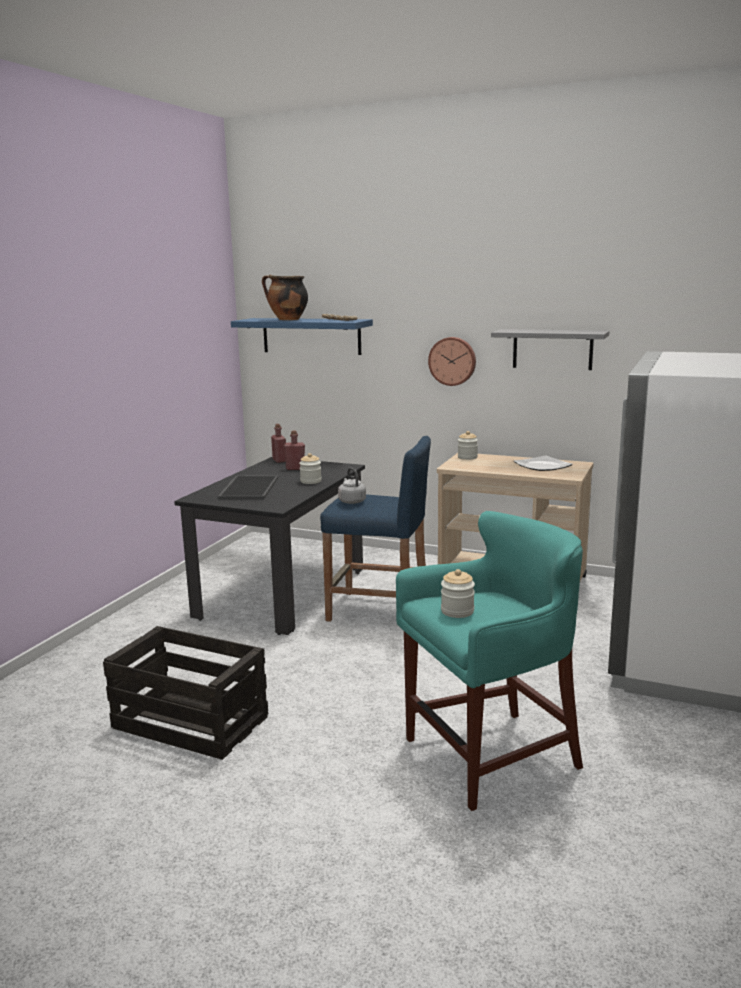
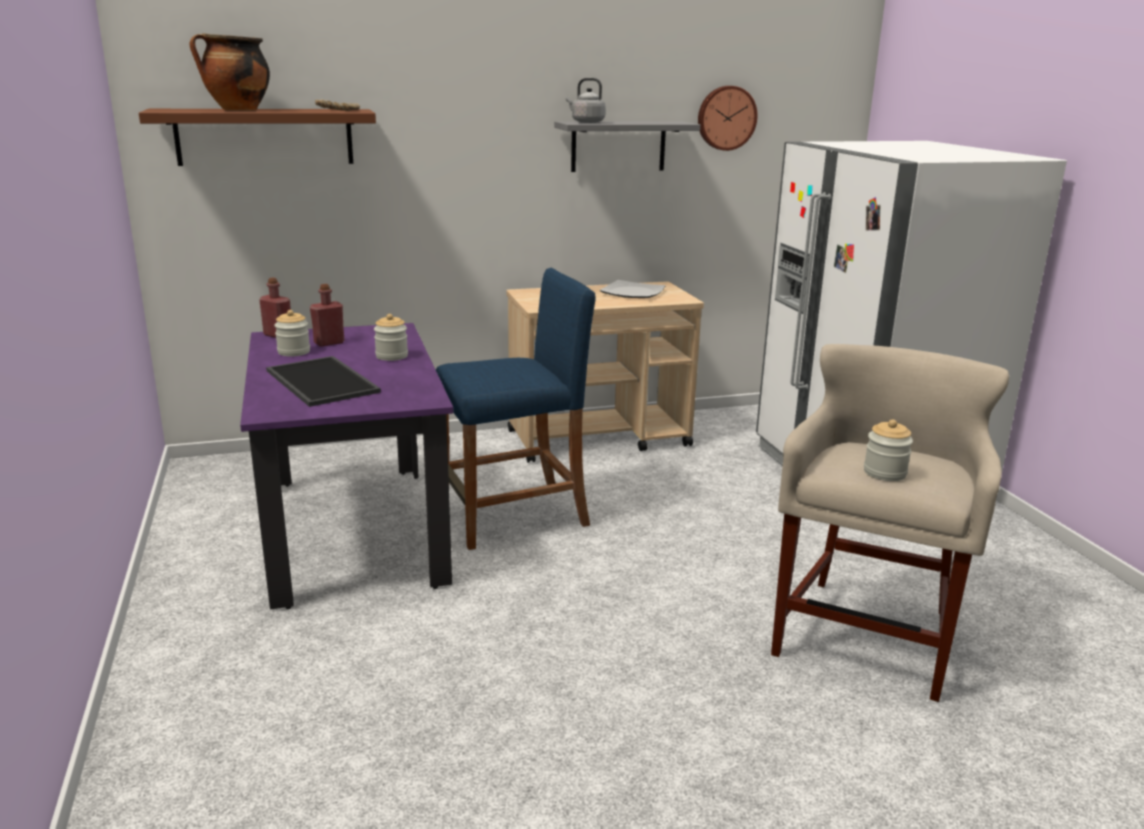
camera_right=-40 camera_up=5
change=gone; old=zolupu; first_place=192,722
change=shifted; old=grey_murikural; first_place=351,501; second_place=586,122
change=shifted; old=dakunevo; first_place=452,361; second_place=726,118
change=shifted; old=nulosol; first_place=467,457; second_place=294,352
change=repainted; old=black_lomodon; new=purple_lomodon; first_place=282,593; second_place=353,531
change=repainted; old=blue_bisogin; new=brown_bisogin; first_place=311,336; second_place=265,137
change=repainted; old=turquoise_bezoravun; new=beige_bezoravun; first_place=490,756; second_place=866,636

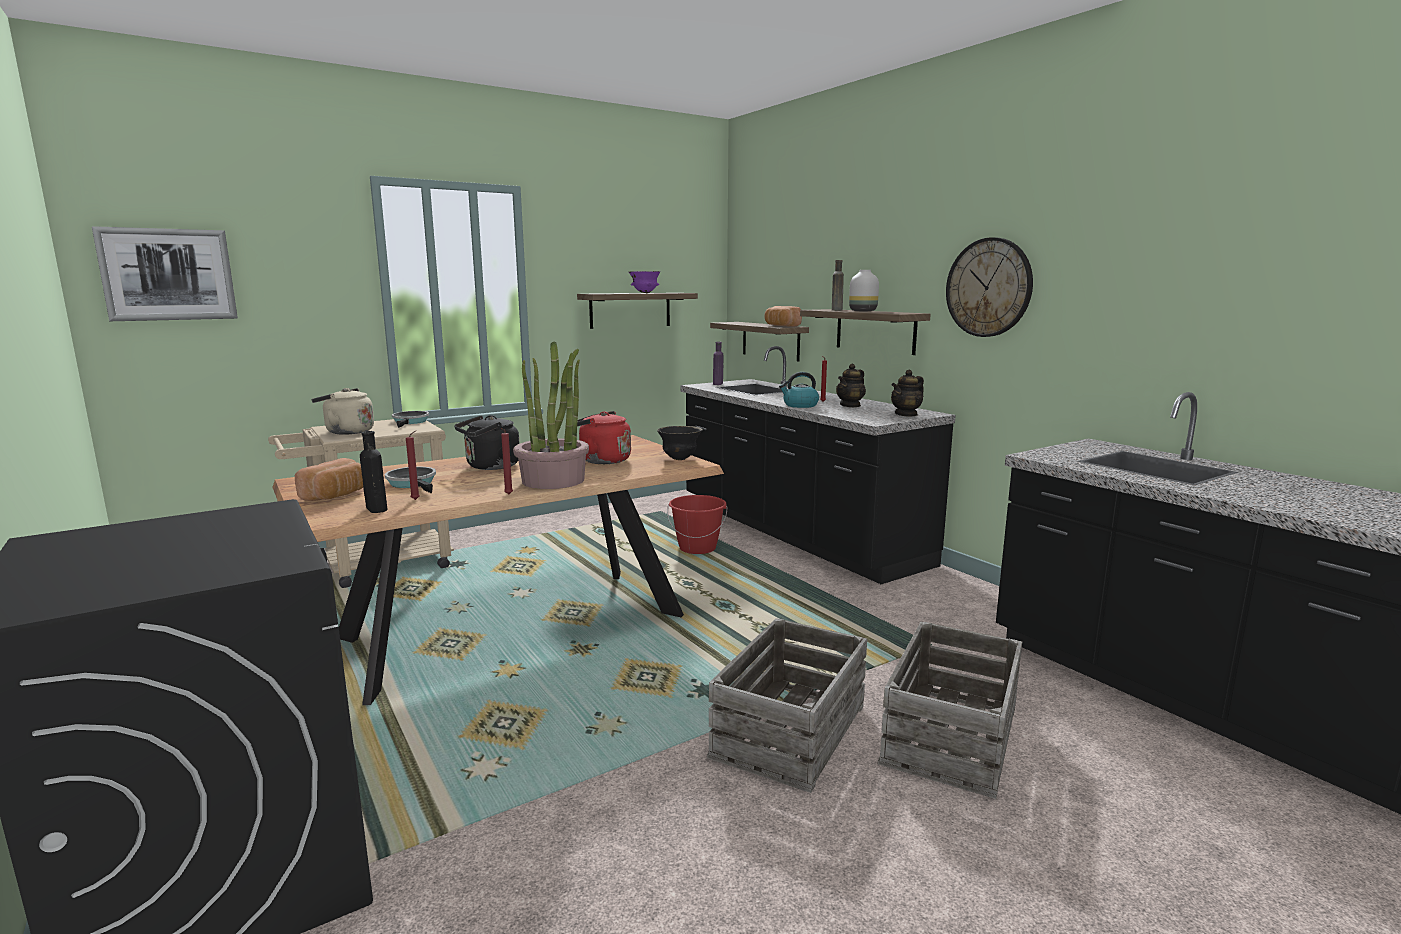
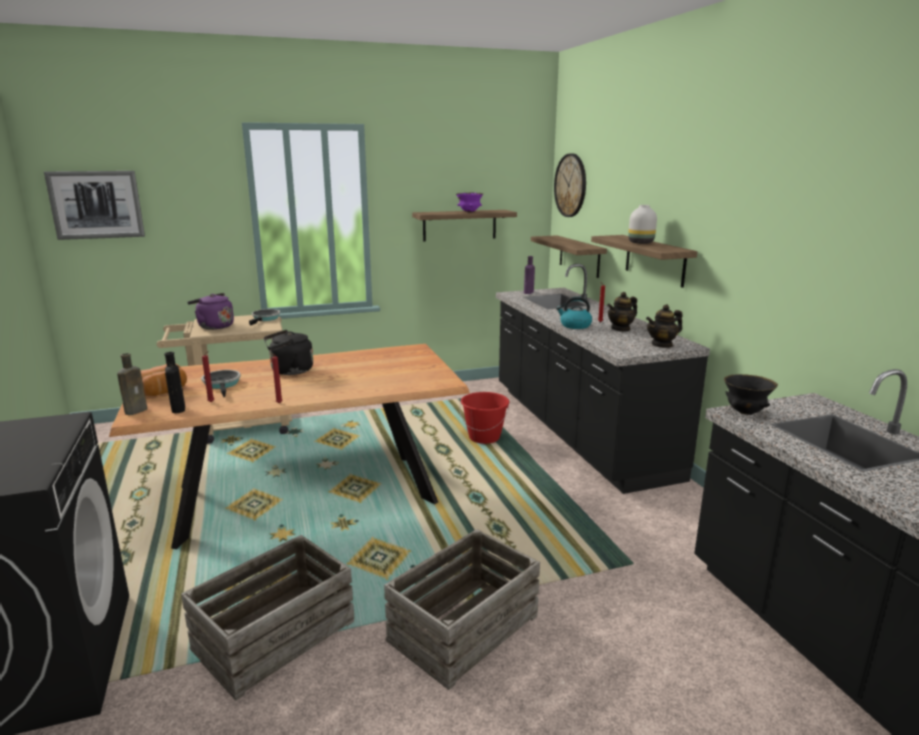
camera_right=15 camera_up=5
change=gone; old=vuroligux; first_place=553,481
change=gone; old=red_murikural; first_place=601,460
change=gone; old=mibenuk; first_place=781,326
change=shifted; old=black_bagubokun; first_place=680,459; second_place=745,412
change=shifted; old=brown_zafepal; first_place=837,310; second_place=137,410
change=shifted; old=zolupu; first_place=952,736; second_place=275,637
change=shifted; old=dakunevo; first_place=988,287; second_place=570,185
change=repainted; old=beige_murikural; new=purple_murikural; first_place=347,432; second_place=214,326

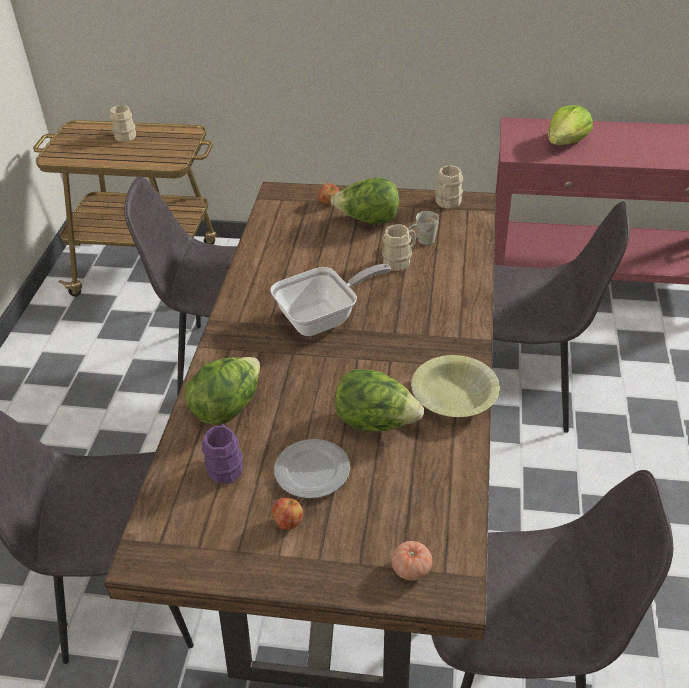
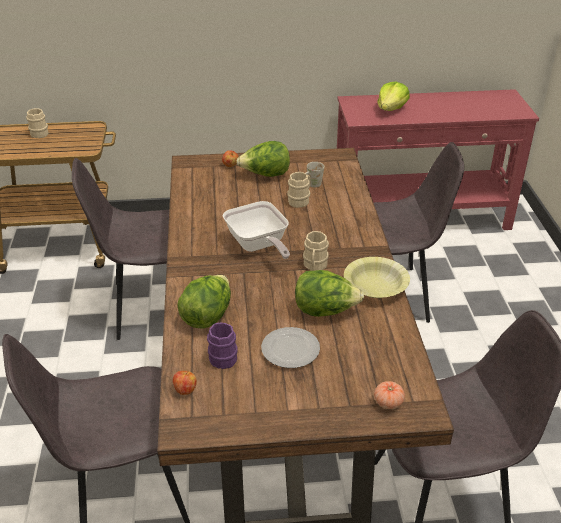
camera_right=-15 camera_up=-5
change=shifted; old=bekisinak; first_place=288,522; second_place=185,390
change=shifted; old=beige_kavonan; first_place=447,203; second_place=314,266
change=rotated; old=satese; first_place=324,318; second_place=258,246; degrees=105

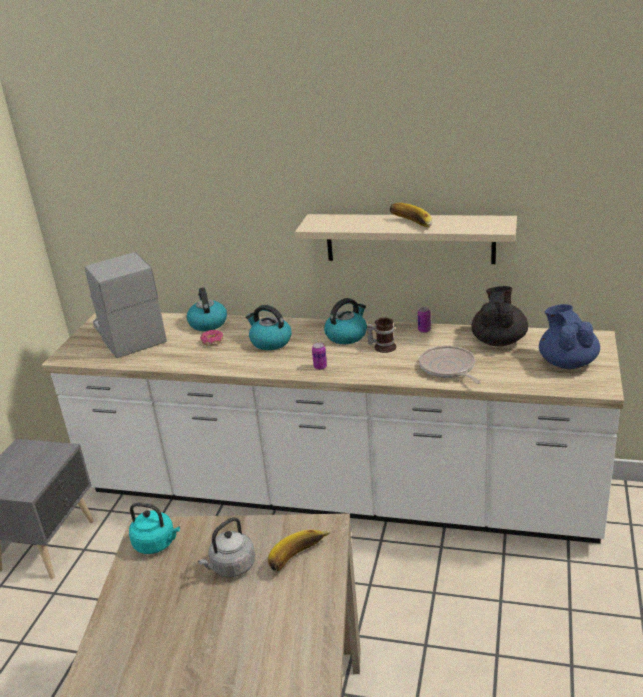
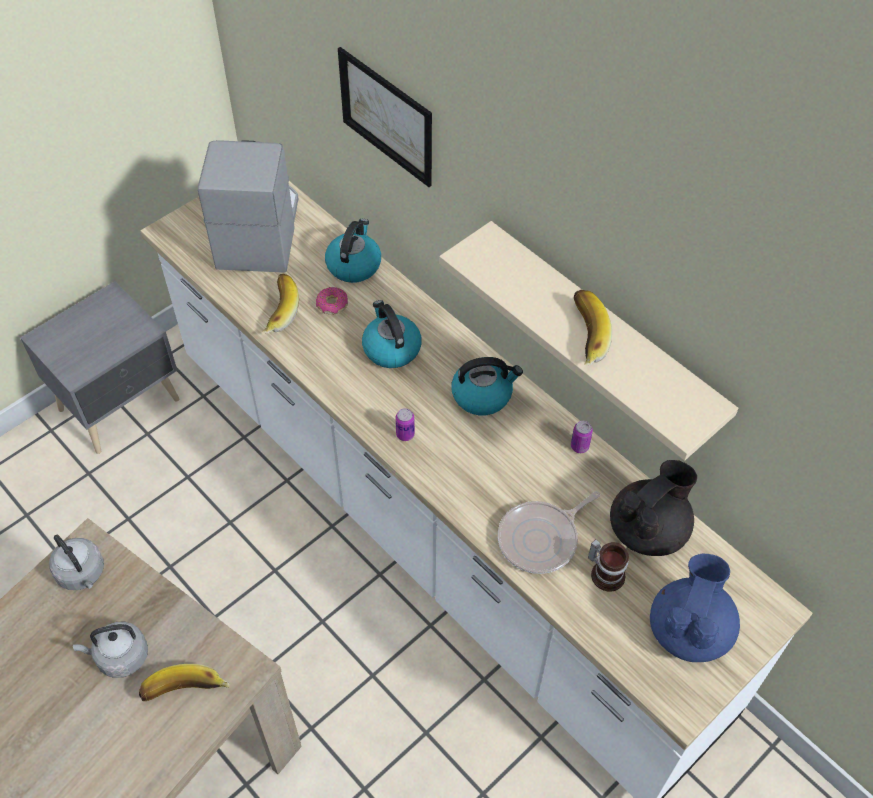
camera_right=30 camera_up=25
change=new; new=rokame; second_place=277,311
change=new; new=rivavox; second_place=386,116
change=shifted; old=kavonan; first_place=383,346; second_place=606,572
change=repainted; old=turquoise_murikural; new=grey_murikural; first_place=157,544; second_place=82,574
change=rotated; old=satese; first_place=448,368; second_place=541,539; degrees=-135

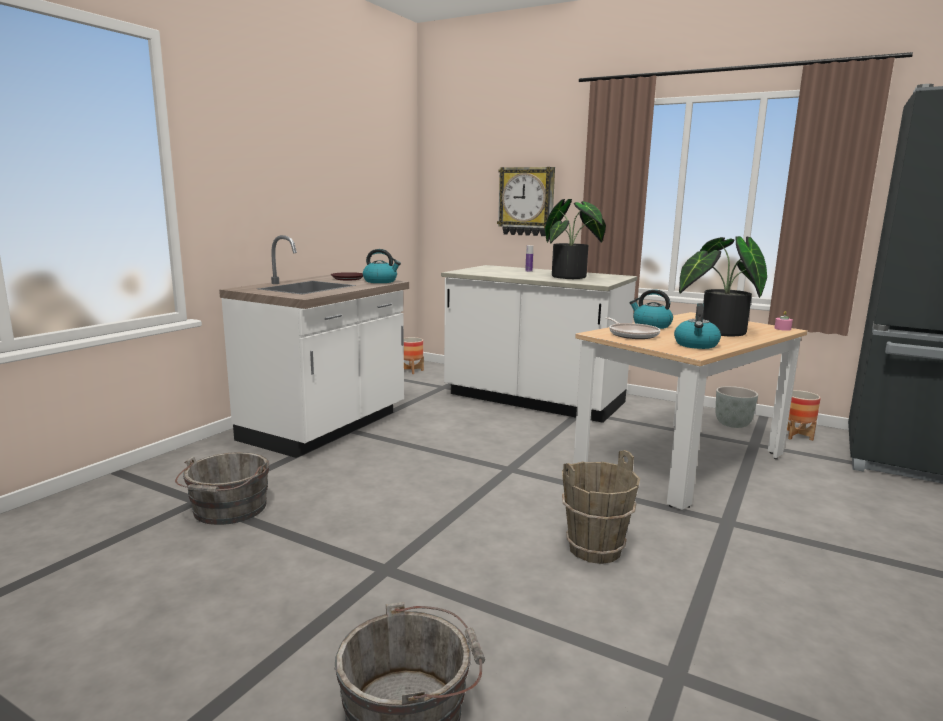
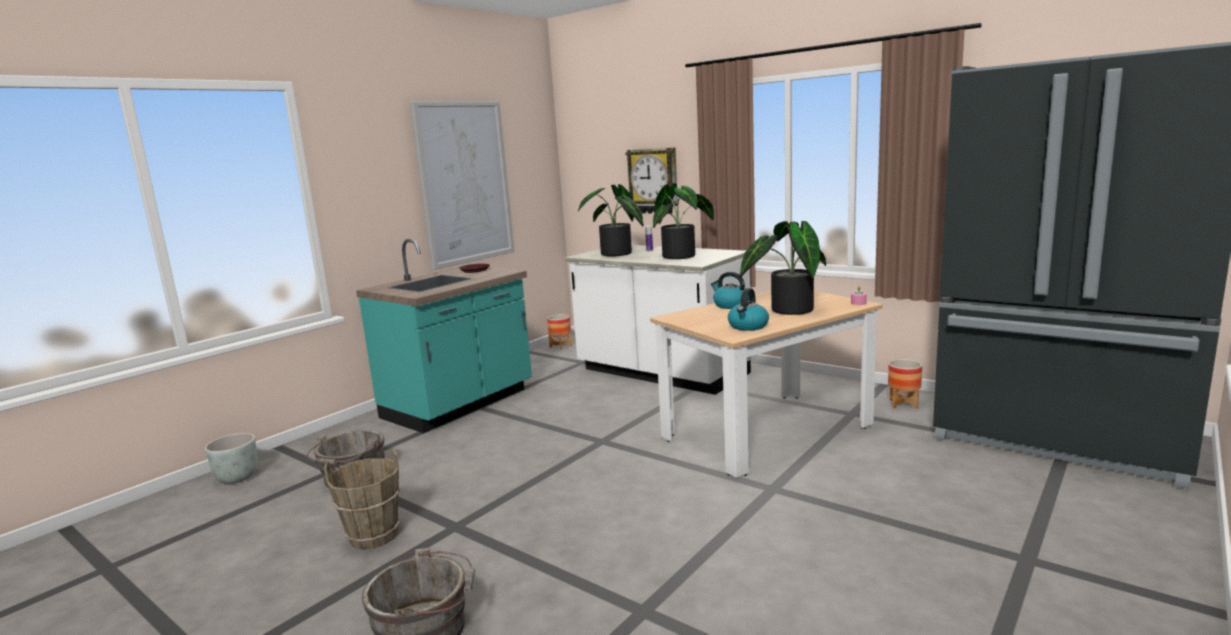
camera_right=10 camera_up=0
change=gone; old=murikural; first_place=380,281
change=gone; old=satese; first_place=632,334
change=new; new=rivavox; second_place=464,182
change=new; new=vuroligux; second_place=617,254
change=shifted; old=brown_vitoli; first_place=595,549; second_place=374,537
change=shifted; old=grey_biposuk; first_place=733,424; second_place=238,478
change=repainted; old=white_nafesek; new=turquoise_nafesek; first_place=326,427; second_place=459,404

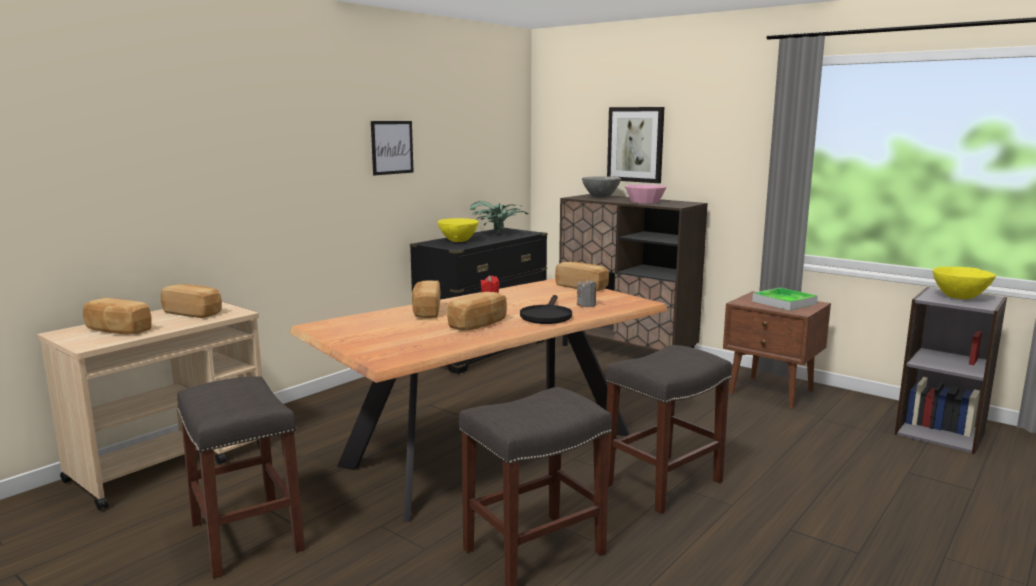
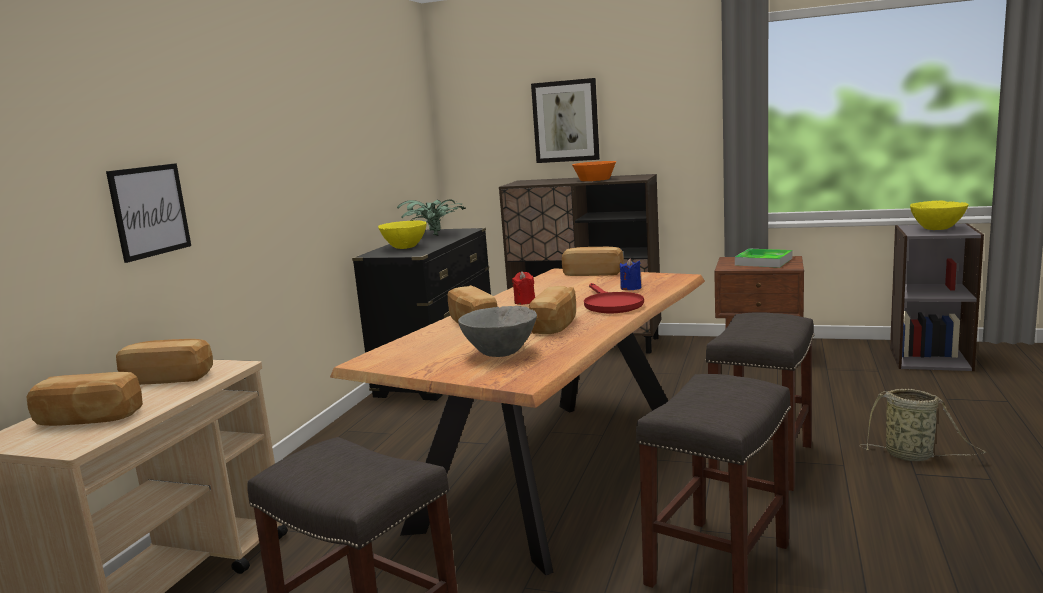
camera_right=-20 camera_up=0
change=new; new=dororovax; second_place=912,456
change=shifted; old=rivavox; first_place=392,147; second_place=150,211
change=shifted; old=grey_bagubokun; first_place=601,197; second_place=501,354
change=repainted; old=black_satese; new=red_satese; first_place=546,316; second_place=610,304
change=repainted; old=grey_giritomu; new=blue_giritomu; first_place=586,305; second_place=631,288
change=repainted; old=pink_bagubokun; new=orange_bagubokun; first_place=644,201; second_place=594,179

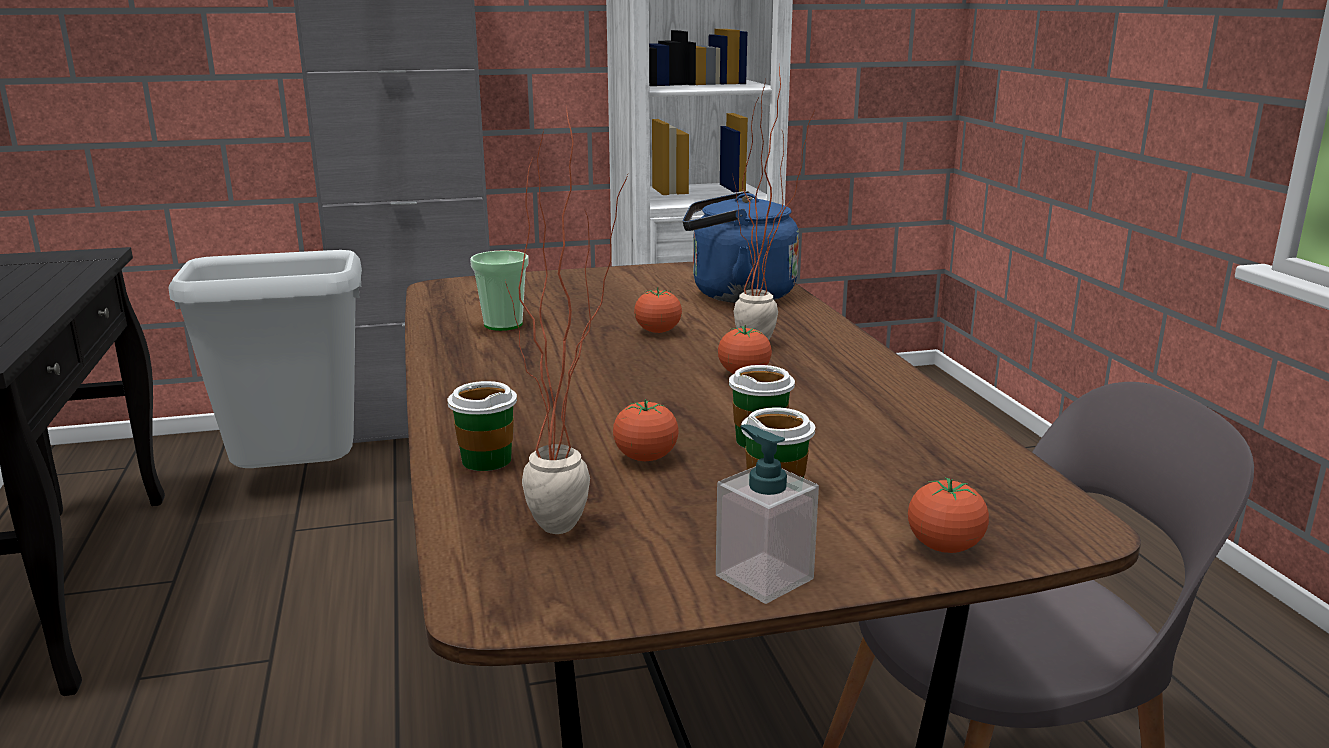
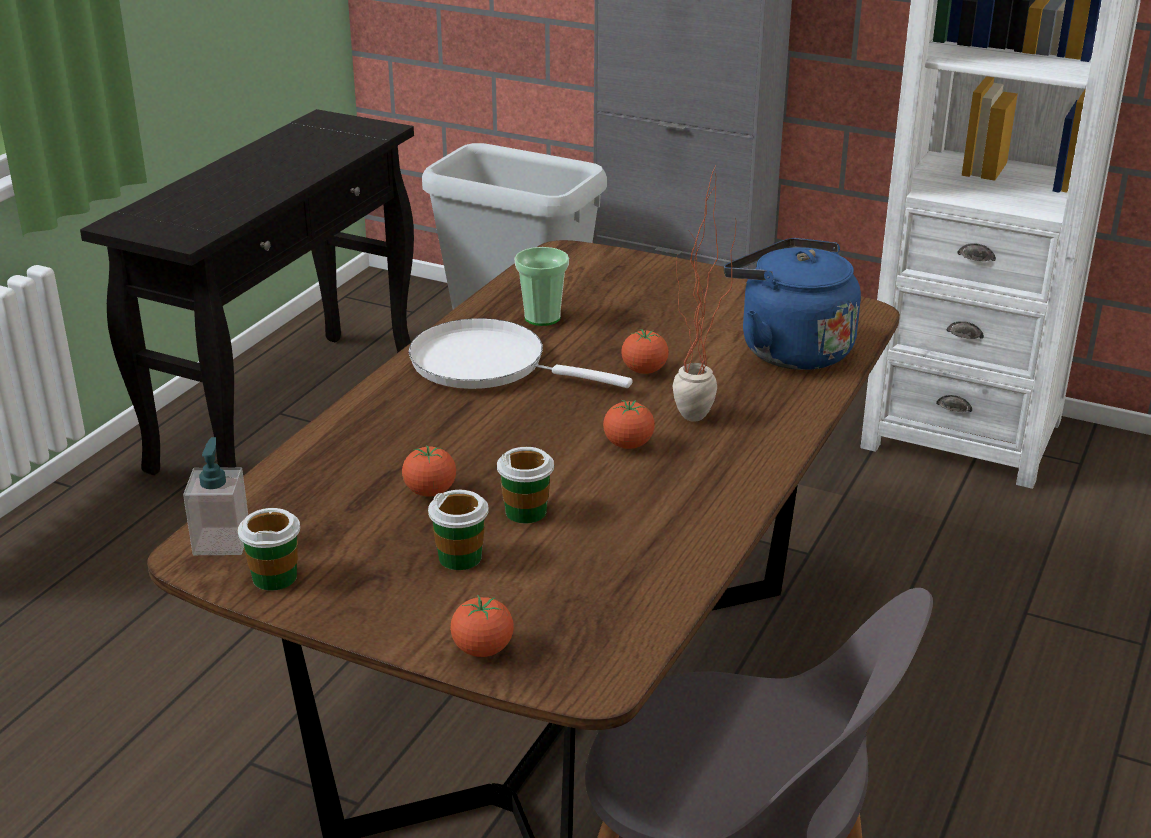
camera_right=40 camera_up=10
change=gone; old=vuroligux; first_place=576,532
change=new; new=white_satese; second_place=487,364
change=shifted; old=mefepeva; first_place=486,460; second_place=275,577
change=shifted; old=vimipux; first_place=763,577; second_place=221,541

